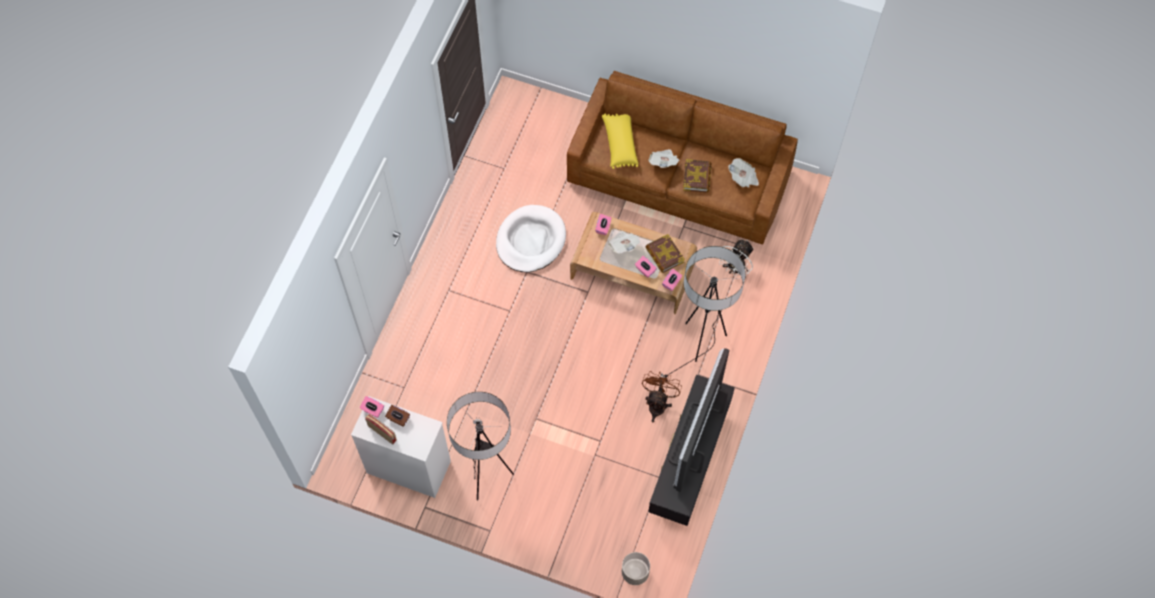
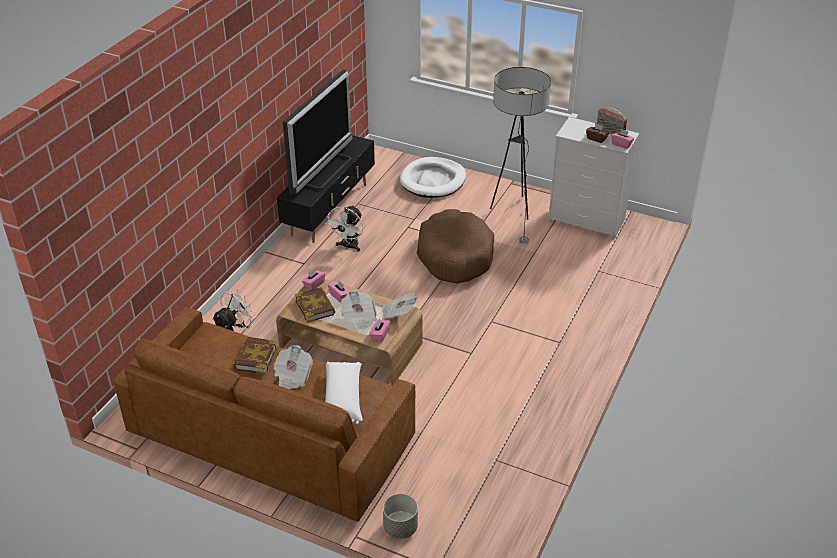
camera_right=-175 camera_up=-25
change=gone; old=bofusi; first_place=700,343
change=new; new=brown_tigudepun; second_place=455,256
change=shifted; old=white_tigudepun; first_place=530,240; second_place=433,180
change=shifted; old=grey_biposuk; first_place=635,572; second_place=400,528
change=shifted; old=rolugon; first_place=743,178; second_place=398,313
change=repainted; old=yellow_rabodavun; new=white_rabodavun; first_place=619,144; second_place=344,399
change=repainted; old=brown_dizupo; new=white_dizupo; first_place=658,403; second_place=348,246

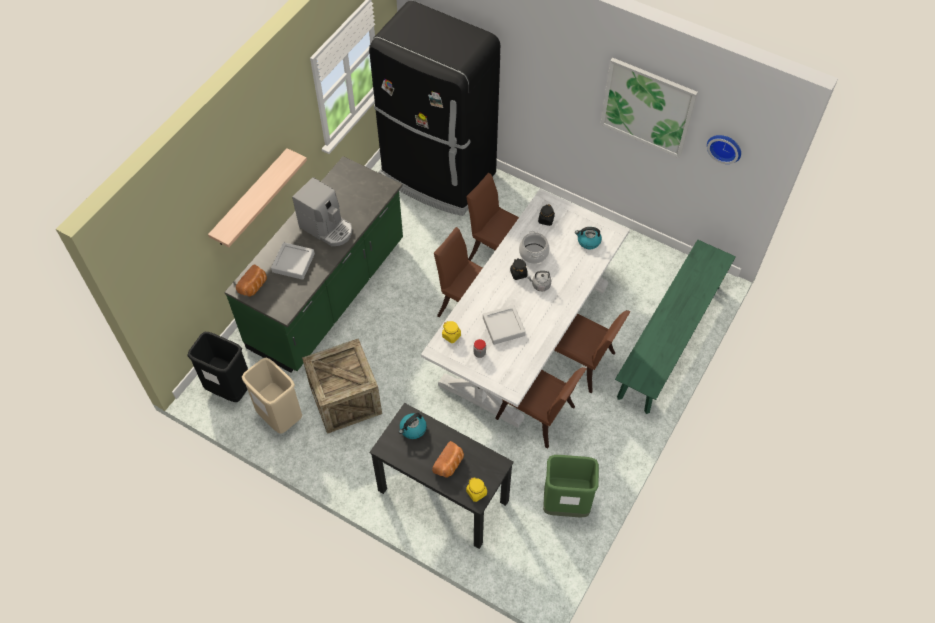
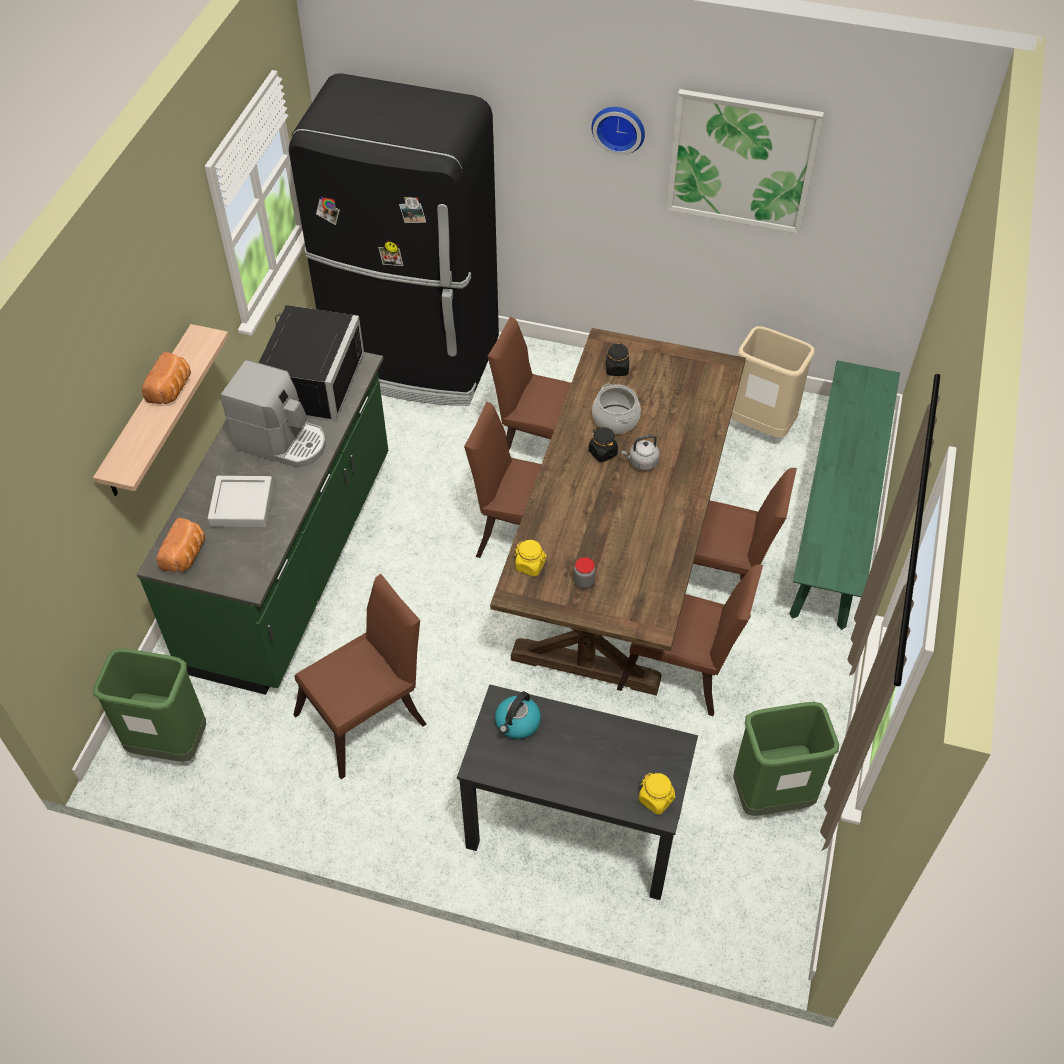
camera_right=-15 camera_up=-5
change=gone; old=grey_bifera; first_place=503,326
change=gone; old=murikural; first_place=588,241
change=new; new=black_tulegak; second_place=307,381
change=shifted; old=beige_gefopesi; first_place=280,417; second_place=760,426
change=shifted; old=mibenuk; first_place=449,464; second_place=172,389
change=shifted; old=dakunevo; first_place=725,147; second_place=619,128
change=swapped; old=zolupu; new=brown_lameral; first_place=345,399; second_place=368,716
change=repainted; old=black_gefopesi; new=green_gefopesi; first_place=230,389; second_place=170,743
change=repainted; old=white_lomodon; new=brown_lomodon; first_place=525,334; second_place=621,555

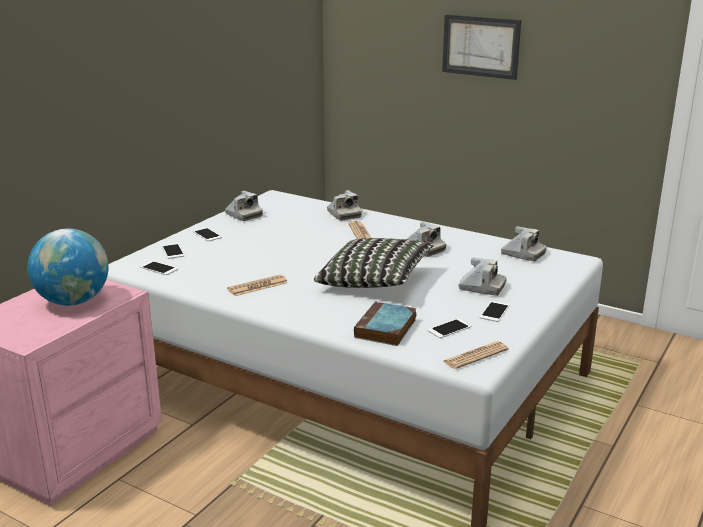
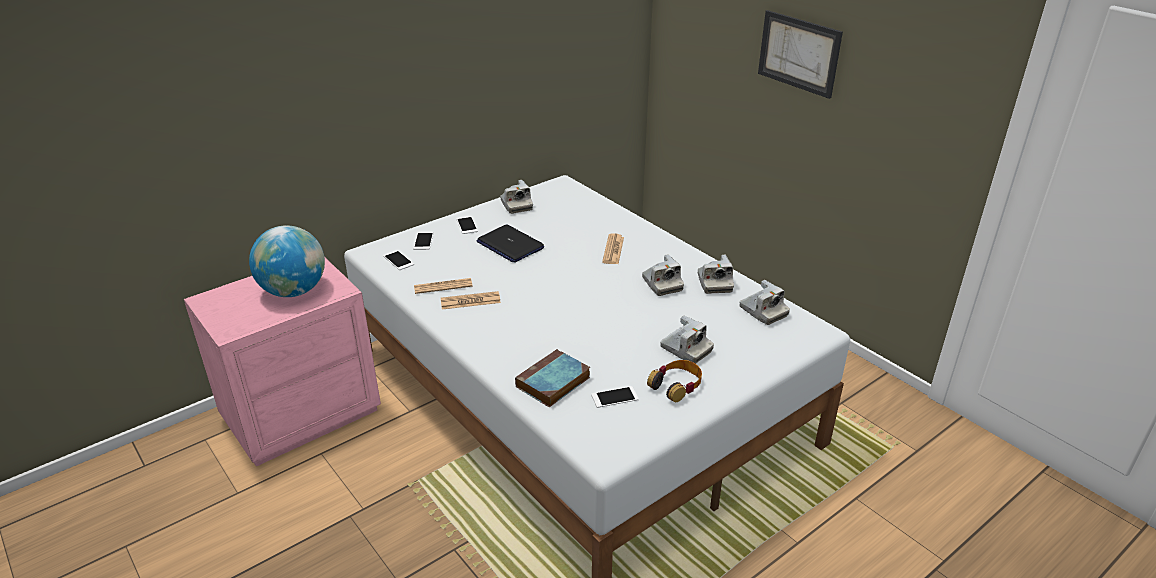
camera_right=20 camera_up=10
change=gone; old=rabodavun; first_place=374,281
change=new; new=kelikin; second_place=510,245
change=shifted; old=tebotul; first_place=344,214; second_place=714,283
change=shifted; old=rolugon; first_place=475,356; second_place=443,286
change=swapped; old=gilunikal; new=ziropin; first_place=494,311; second_place=676,385

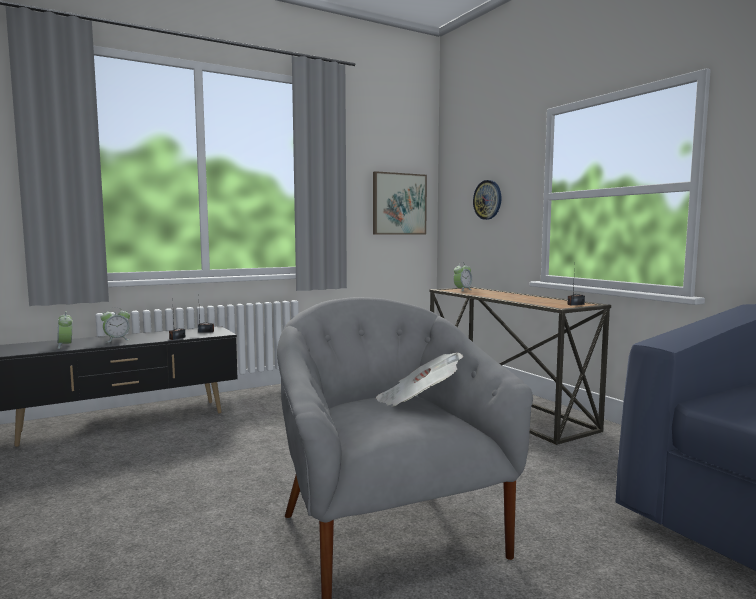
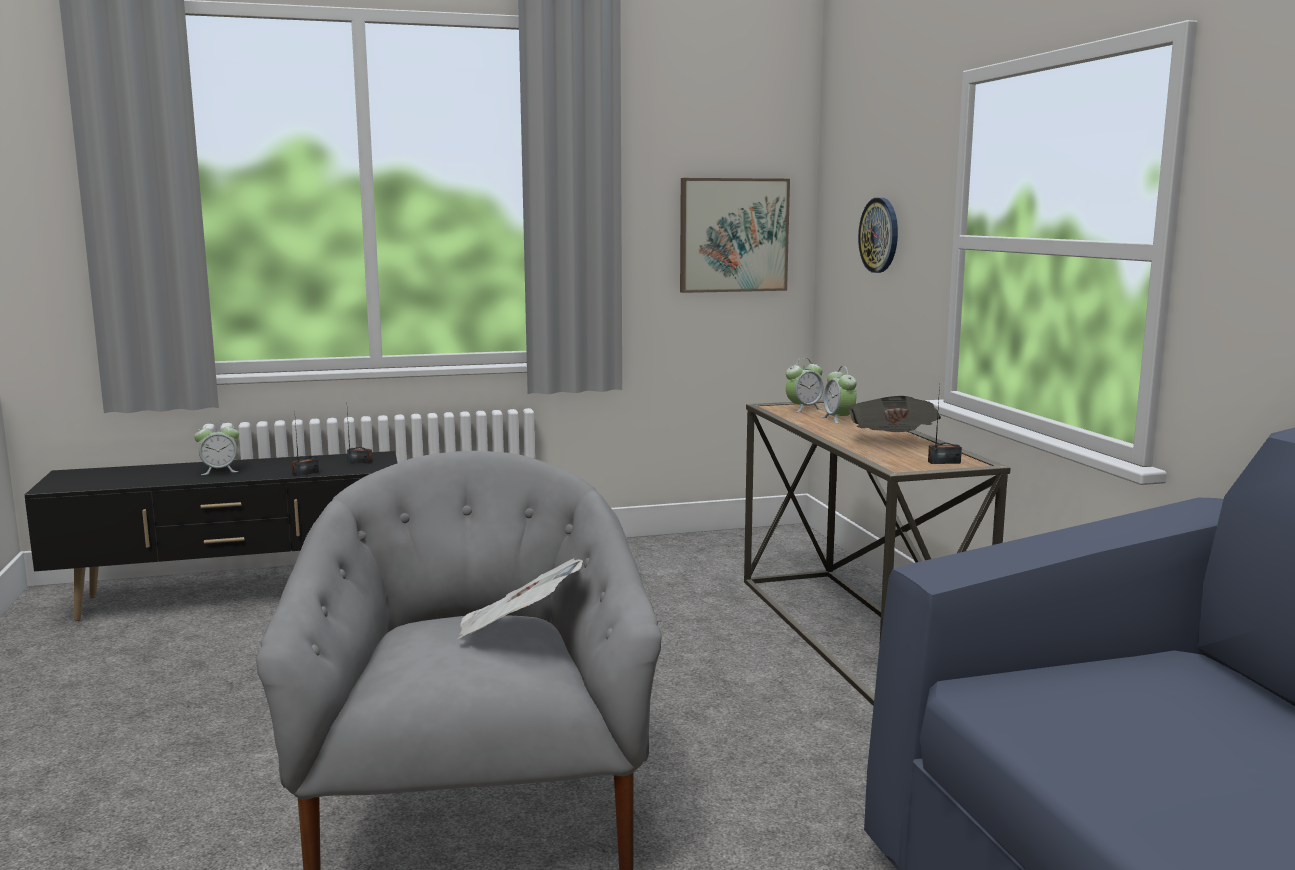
camera_right=15 camera_up=5
change=new; new=rolugon; second_place=892,440
change=shifted; old=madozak; first_place=65,346; second_place=838,419

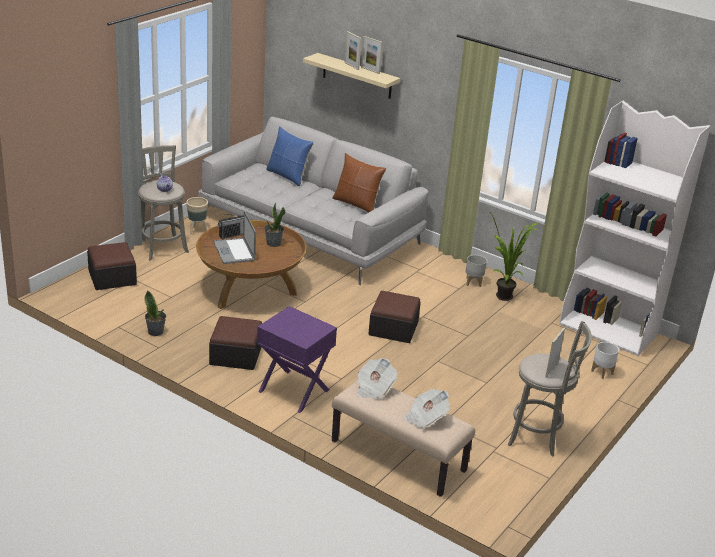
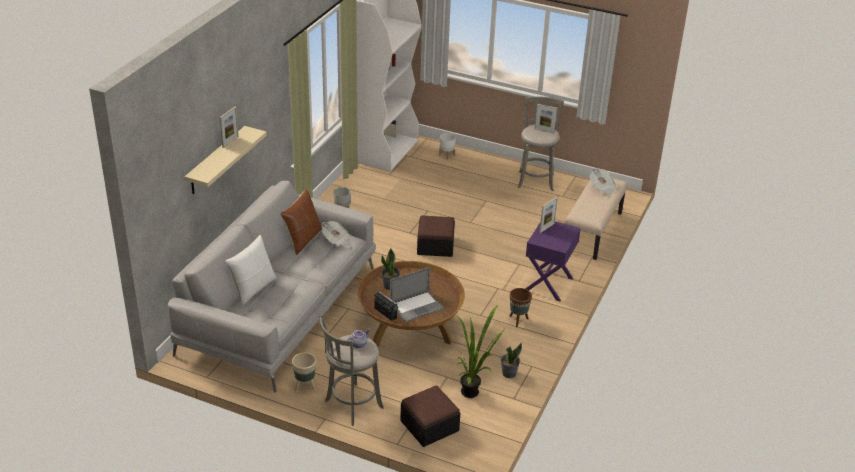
camera_right=-100 camera_up=5
change=shifted; old=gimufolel; first_place=351,66; second_place=547,228
change=shifted; old=rolugon; first_place=374,388; second_place=337,241
change=shifted; old=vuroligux; first_place=505,299; second_place=474,392
change=swapped; old=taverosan; new=brown_biposuk; first_place=236,355; second_place=518,321
change=repainted; old=blue_rabodavun; new=white_rabodavun; first_place=288,176; second_place=253,289

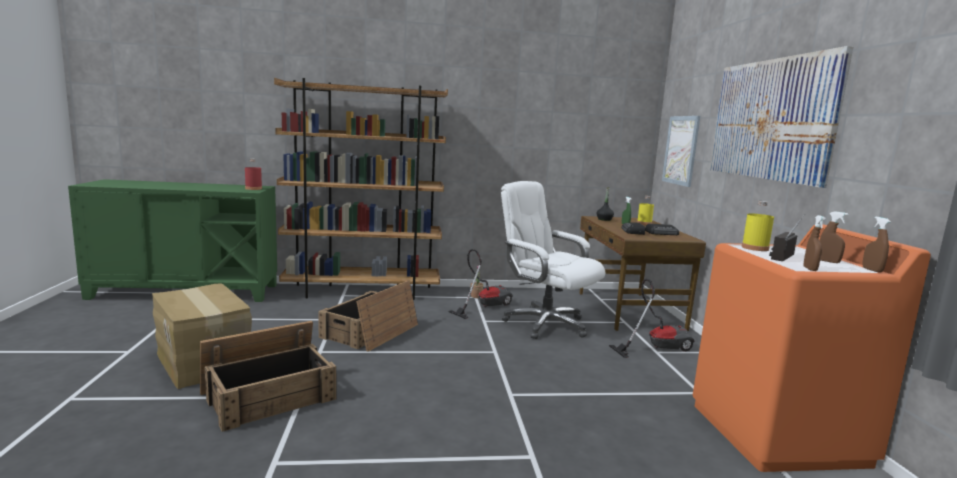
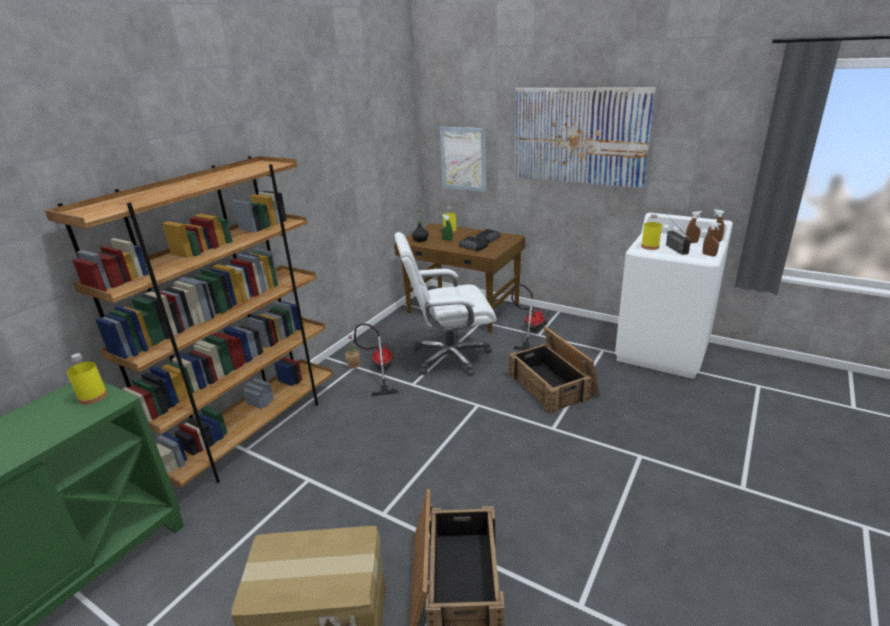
camera_right=-50 camera_up=15
change=shifted; old=zolupu; first_place=370,331; second_place=553,385
change=repainted; old=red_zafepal; new=yellow_zafepal; first_place=253,189; second_place=93,396
change=repainted; old=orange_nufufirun; new=white_nufufirun; first_place=777,434; second_place=663,351

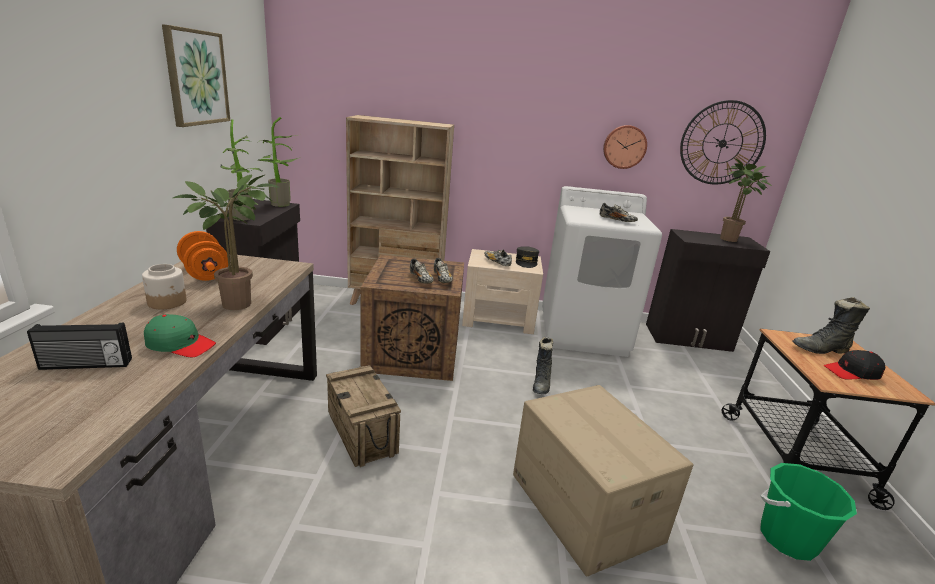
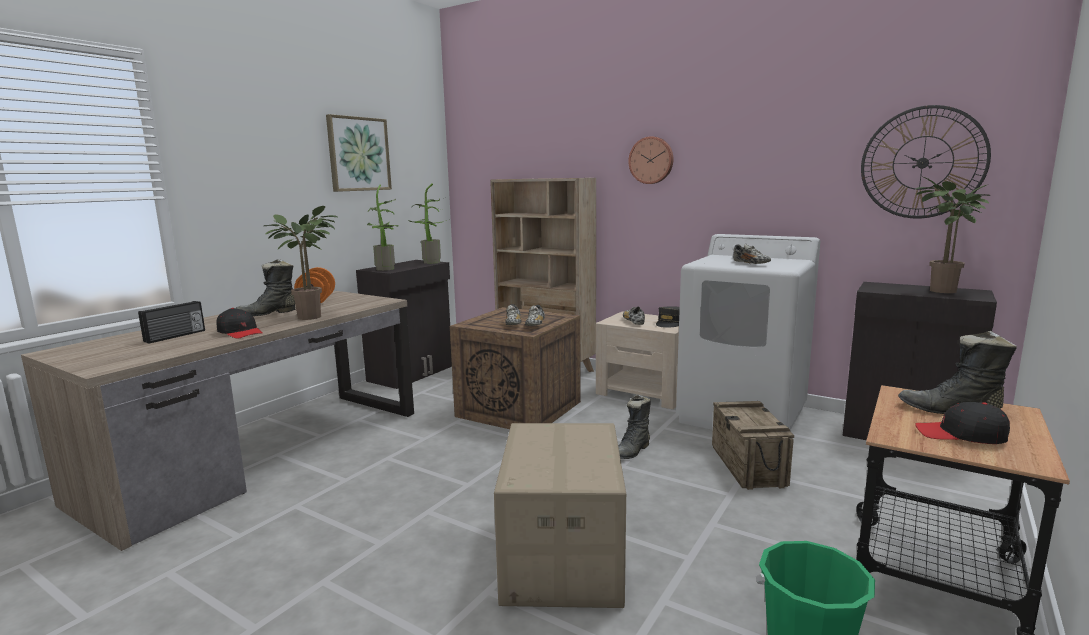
camera_right=30 camera_up=-10
change=shifted; old=zolupu; first_place=362,432; second_place=748,465
change=shifted; old=dakunevo; first_place=624,146; second_place=651,160
change=swapped; old=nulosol; new=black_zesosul; first_place=167,302; second_place=268,313
change=repainted; old=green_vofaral; new=black_vofaral; first_place=180,344; second_place=240,332
change=rotated; old=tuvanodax; first_place=86,365; second_place=176,336; degrees=-75

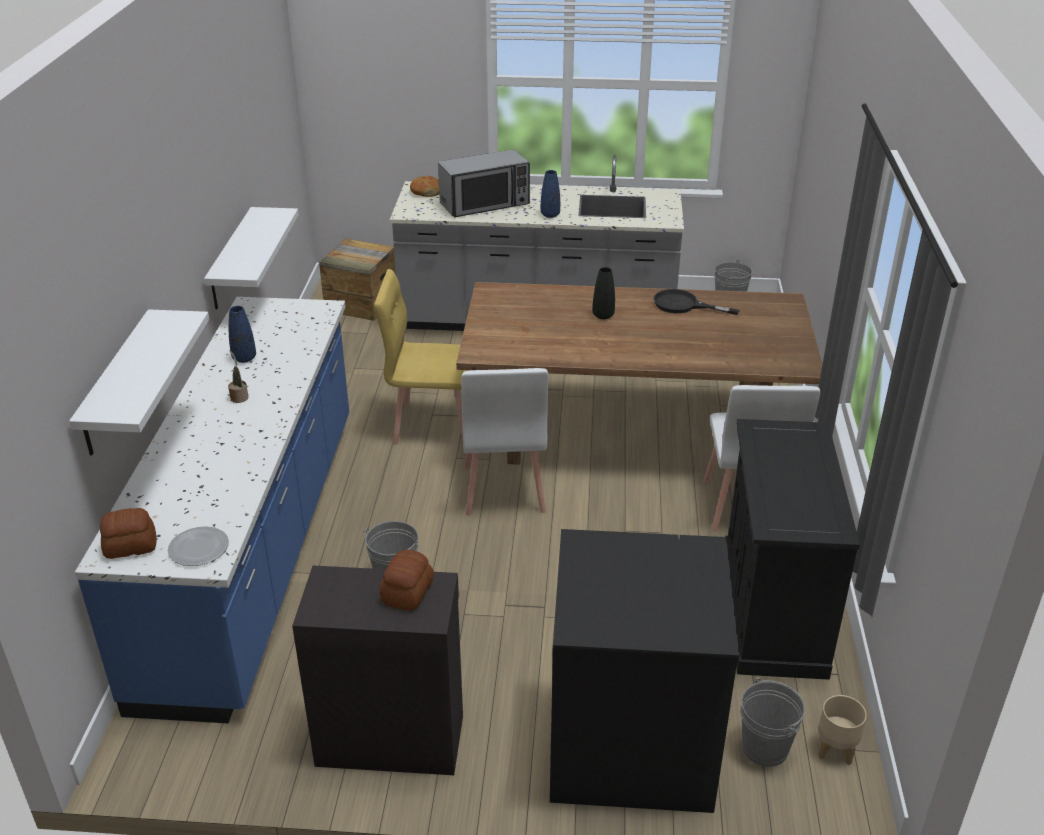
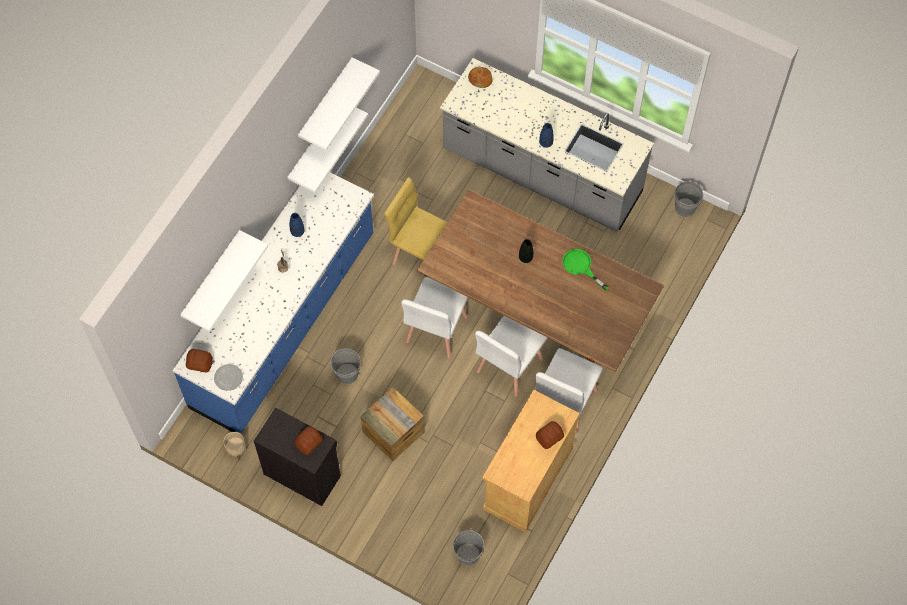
camera_right=25 camera_up=30
change=gone; old=tulegak; first_place=485,204
change=gone; old=black_nufufirun; first_place=629,745
change=new; new=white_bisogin; second_place=326,102
change=new; new=white_lameral; second_place=509,365
change=new; new=mibenuk; second_place=549,437
change=shifted; old=zolupu; first_place=361,303; second_place=393,432
change=shifted; old=beige_biposuk; first_place=834,749; second_place=236,450
change=repainted; old=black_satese; new=green_satese; first_place=683,305; second_place=580,267
change=repainted; old=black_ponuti; new=beige_ponuti; first_place=772,609; second_place=527,478

